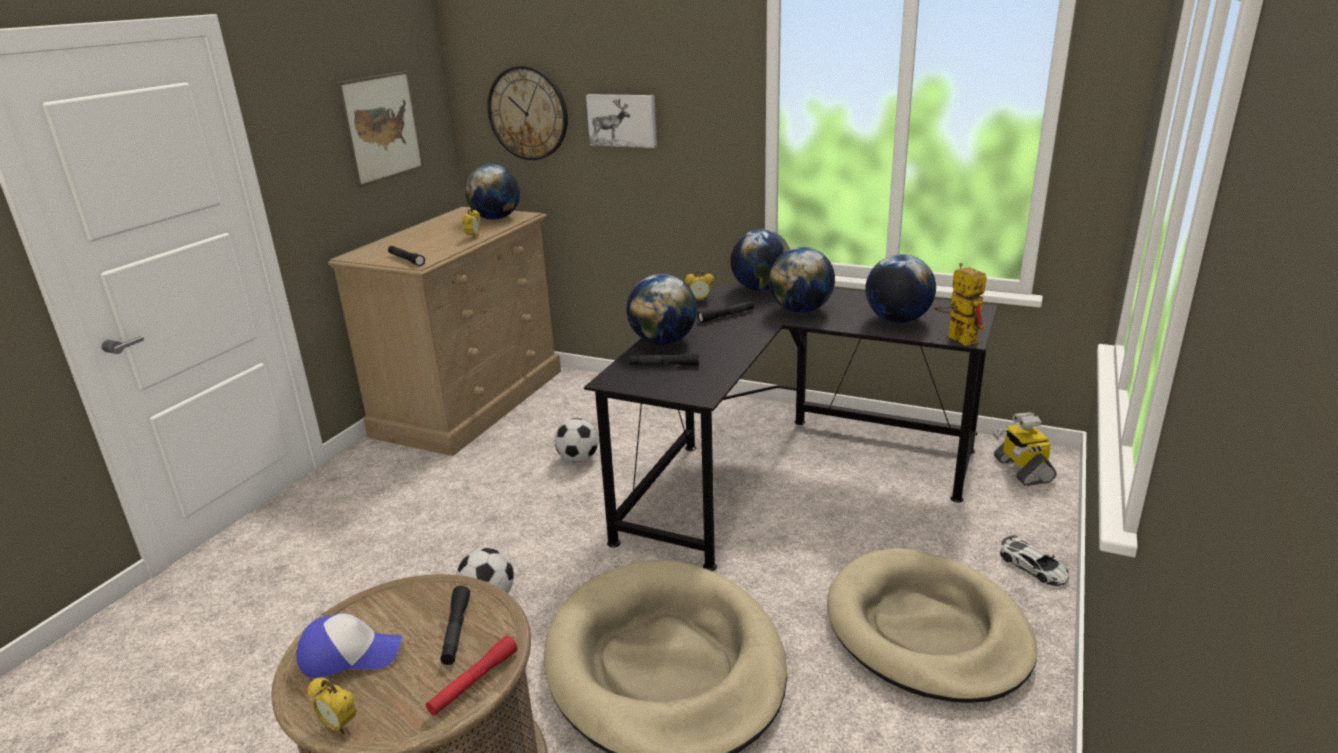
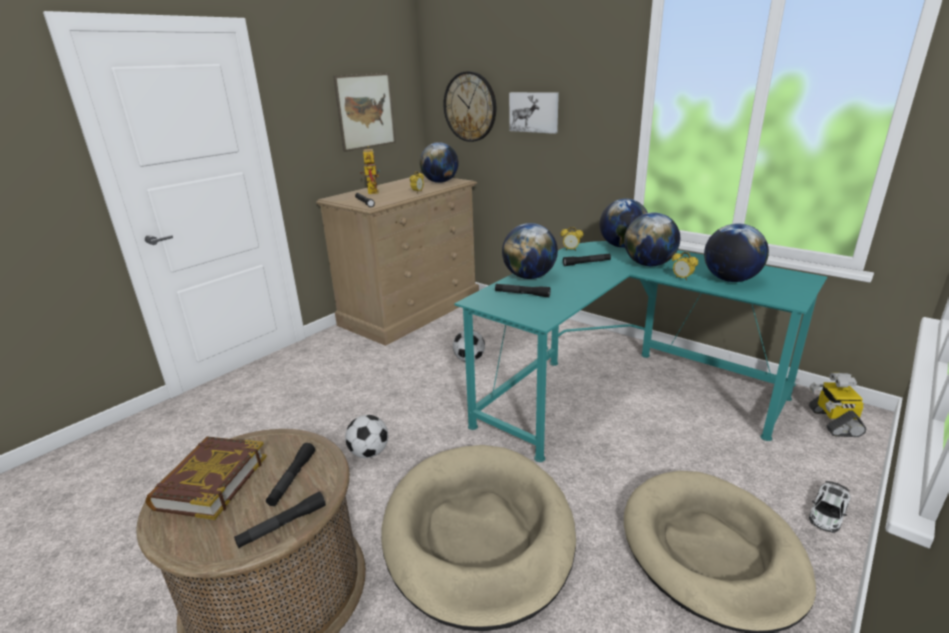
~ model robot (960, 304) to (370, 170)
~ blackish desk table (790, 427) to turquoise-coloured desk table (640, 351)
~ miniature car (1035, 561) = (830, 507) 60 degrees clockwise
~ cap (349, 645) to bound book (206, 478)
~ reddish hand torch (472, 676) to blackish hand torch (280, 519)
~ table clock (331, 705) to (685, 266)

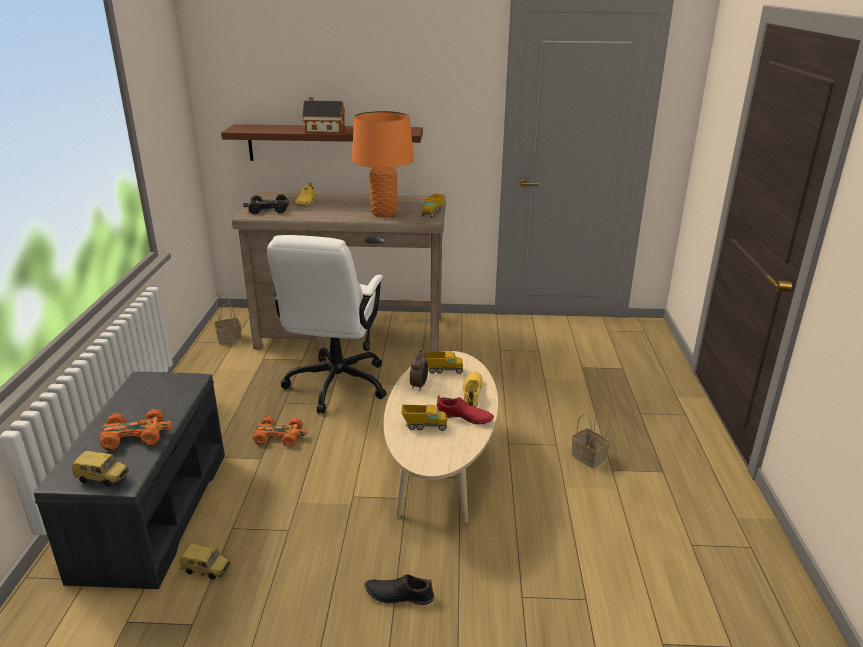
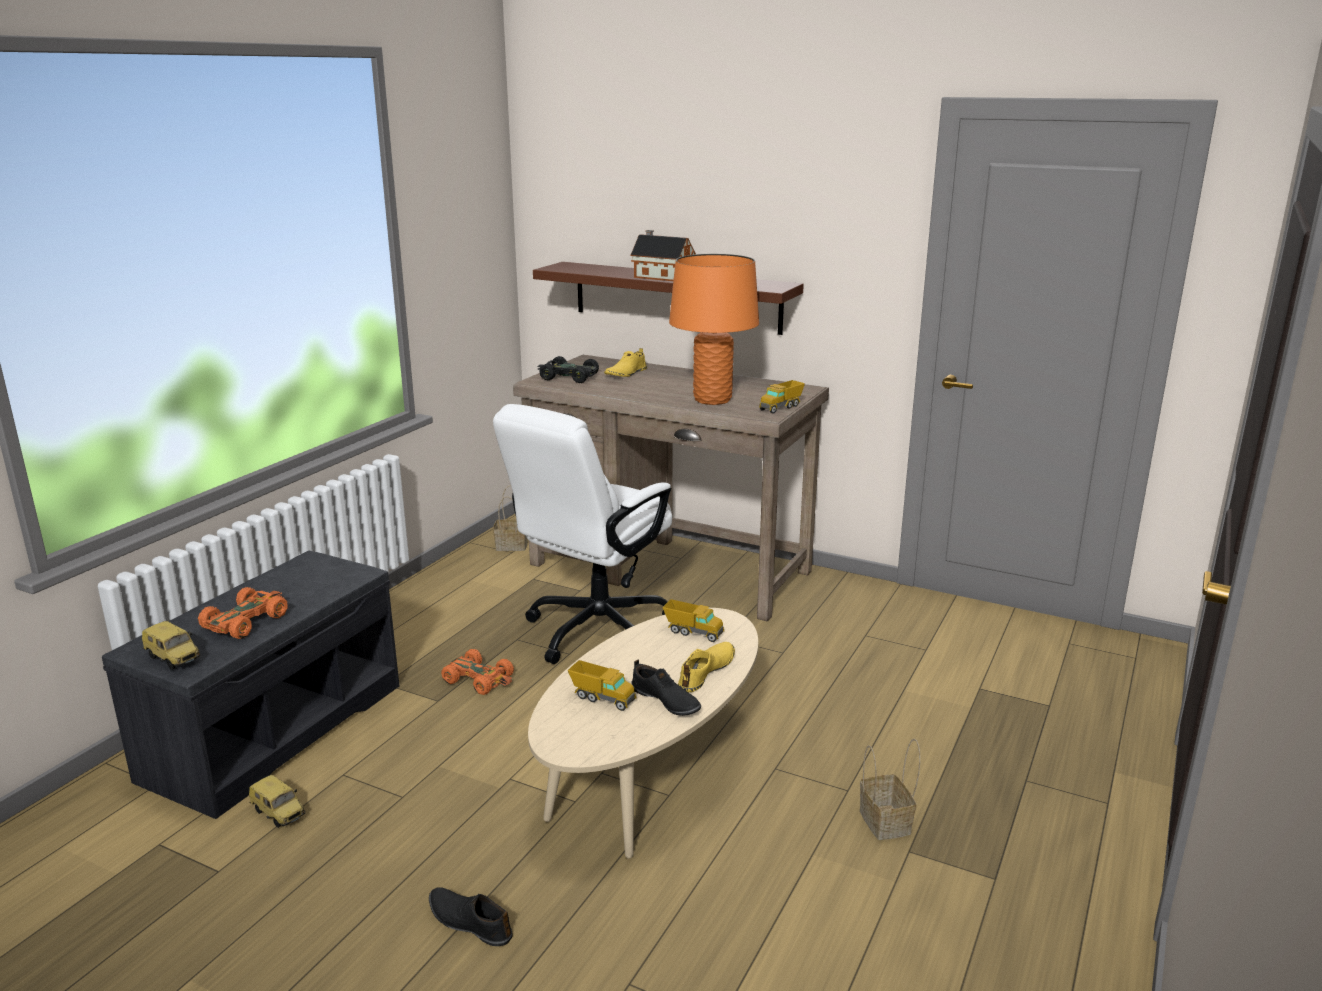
- table clock (419, 370)
~ reddish shoe (465, 410) to blackish shoe (666, 688)
~ orange miniature car (135, 429) = (243, 613) 75 degrees counterclockwise

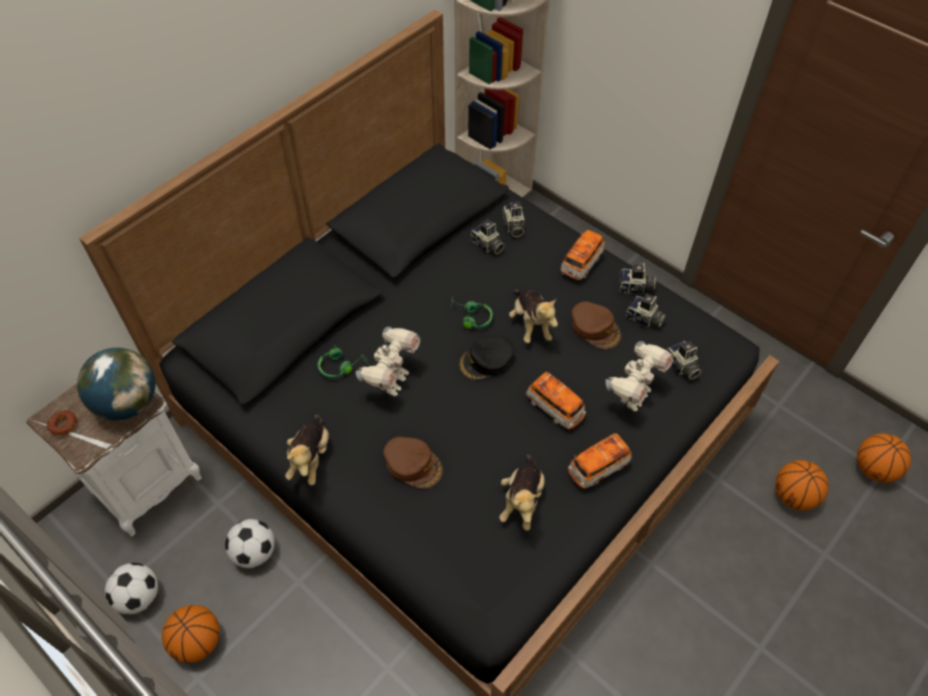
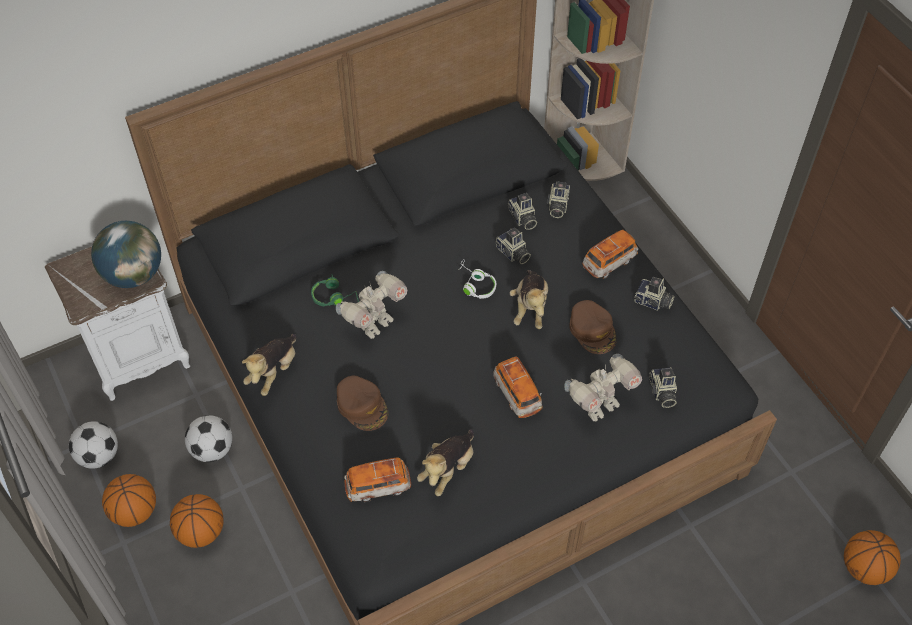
~ still camera (645, 310) to (513, 246)
~ greenish pair of headphones (472, 312) to white-coloured pair of headphones (477, 279)
- blackish cap (486, 358)
- doughnut (62, 422)
~ miniature car (600, 461) to (377, 479)
~ basketball (801, 485) to (196, 521)

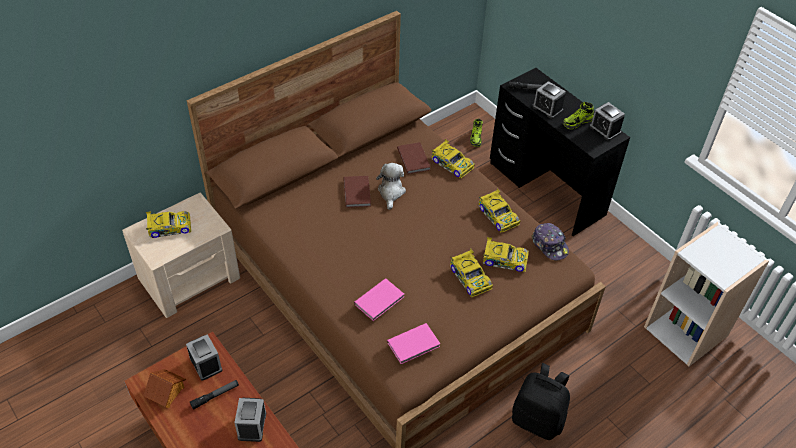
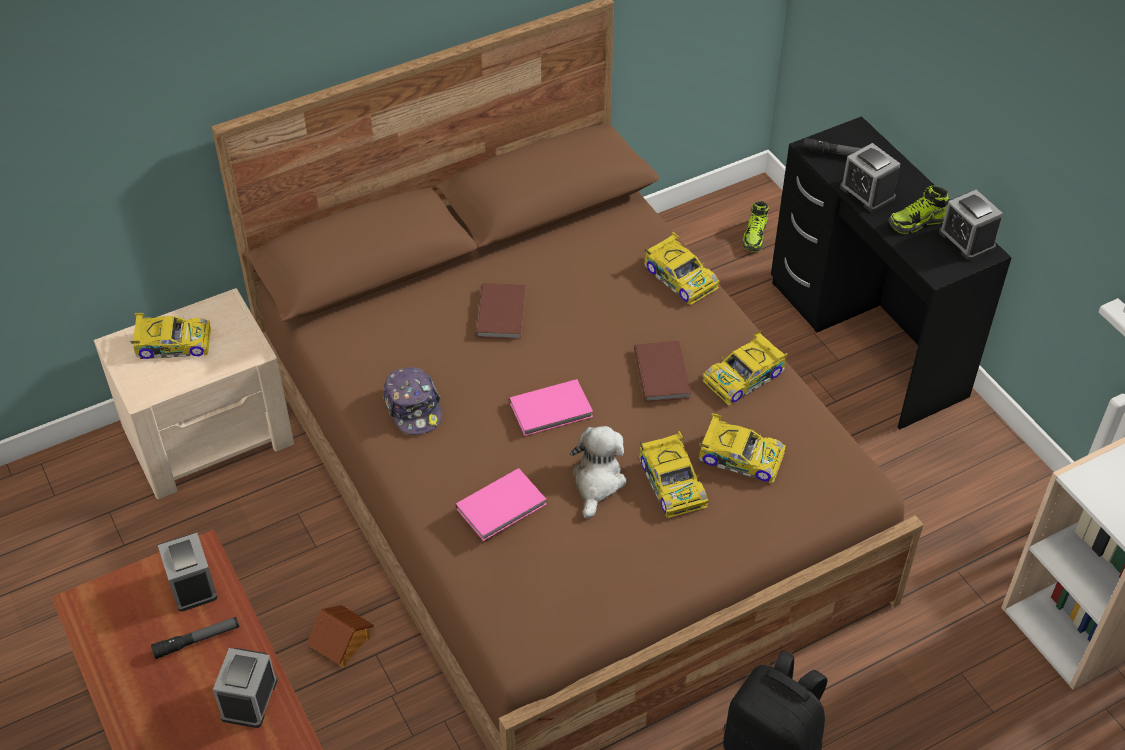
~ brown-coloured bound book (413, 158) to (662, 371)
~ cuddly toy (391, 186) to (598, 472)
~ miniature car (499, 211) = (745, 367) 75 degrees clockwise
~ cap (550, 241) to (412, 401)
~ pink bound book (413, 343) to (551, 407)
~ model house (164, 388) to (340, 636)

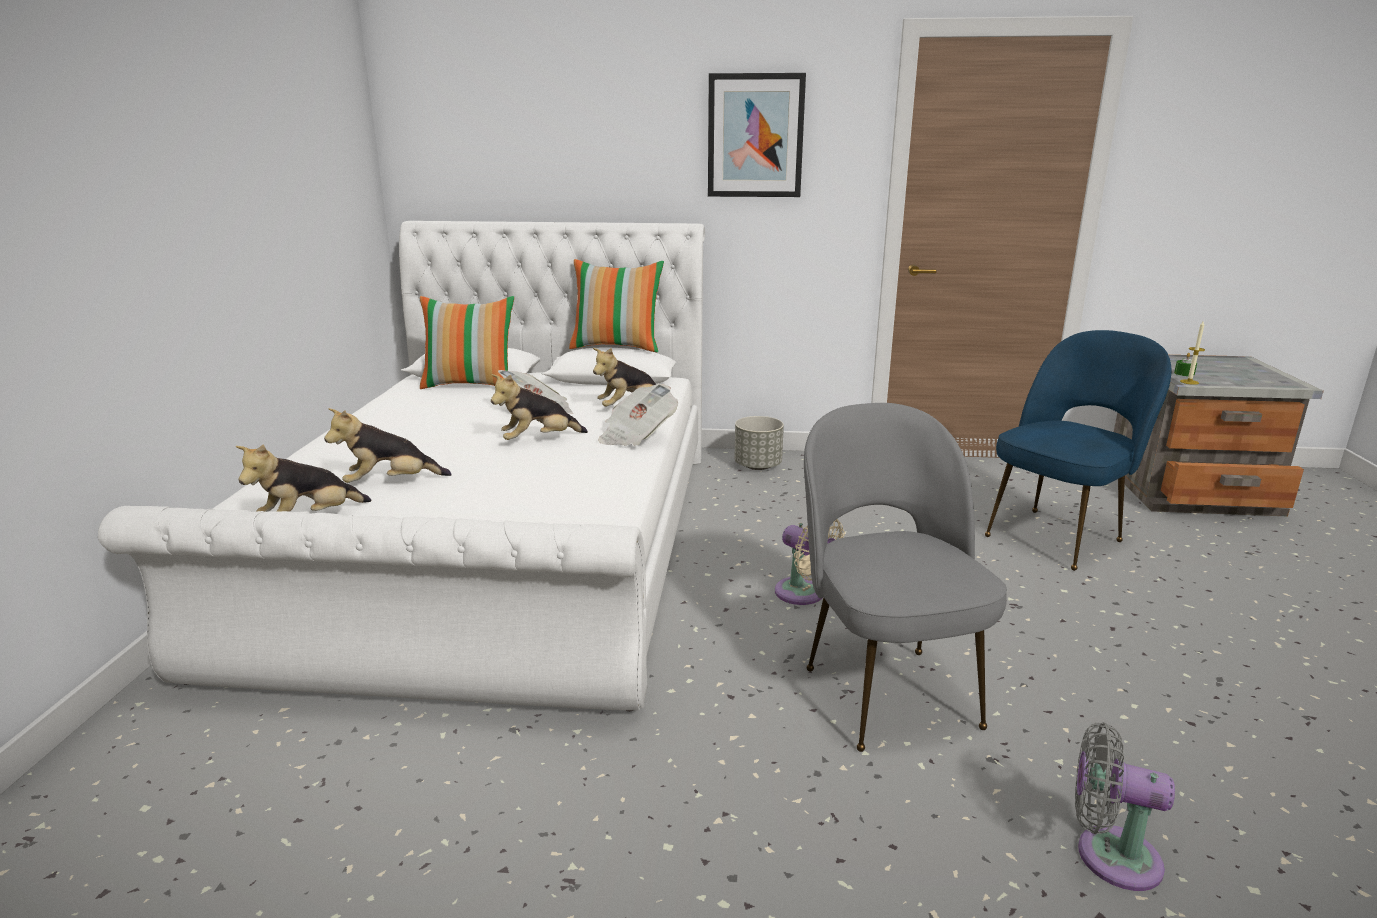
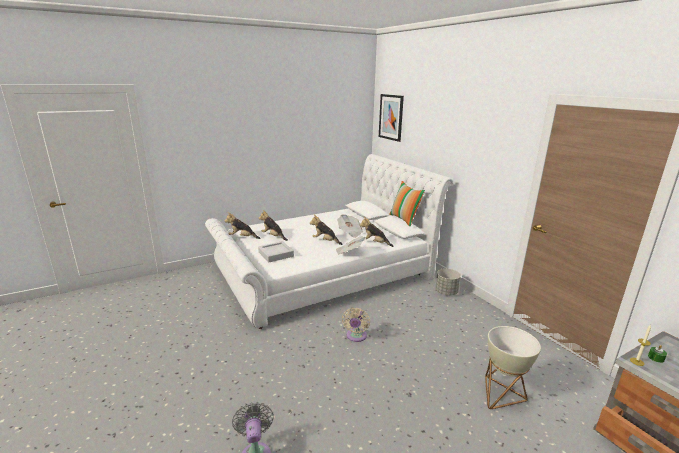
~ wall art (757, 135) to (391, 118)
- cushion (467, 342)
~ blue-coloured plain chair (1078, 450) to planter (513, 367)
- greyish plain chair (905, 577)
+ greyish carrying tray (276, 251)

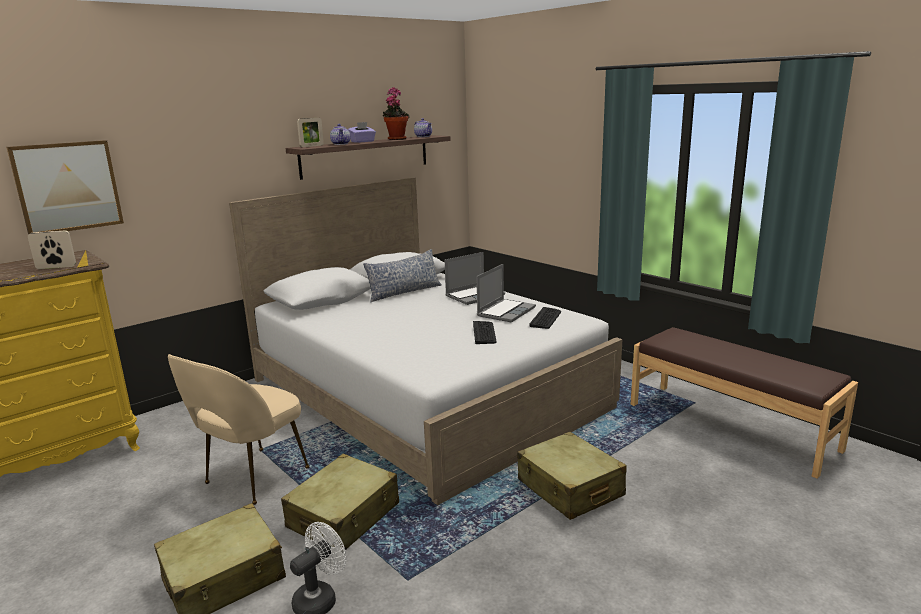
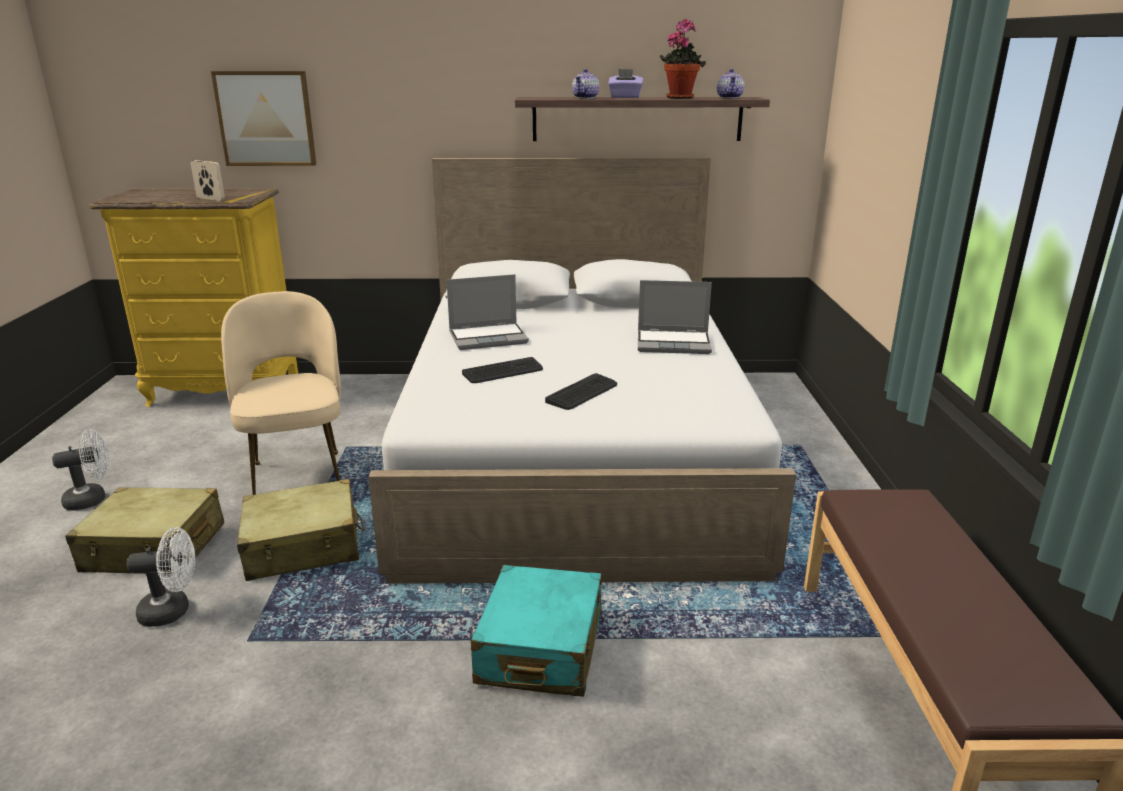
- picture frame (310, 132)
- cushion (402, 275)
~ laptop (506, 293) to (488, 312)
~ computer keyboard (545, 318) to (502, 370)
~ beige plain chair (238, 429) = (281, 393) 90 degrees clockwise
~ beige suitcase (572, 476) to turquoise-coloured suitcase (536, 631)
+ white-coloured electric fan (80, 470)

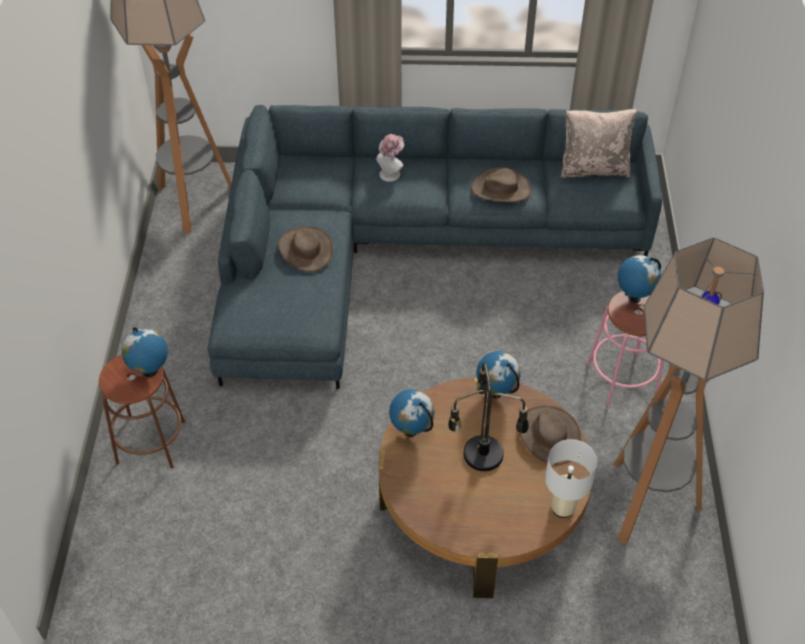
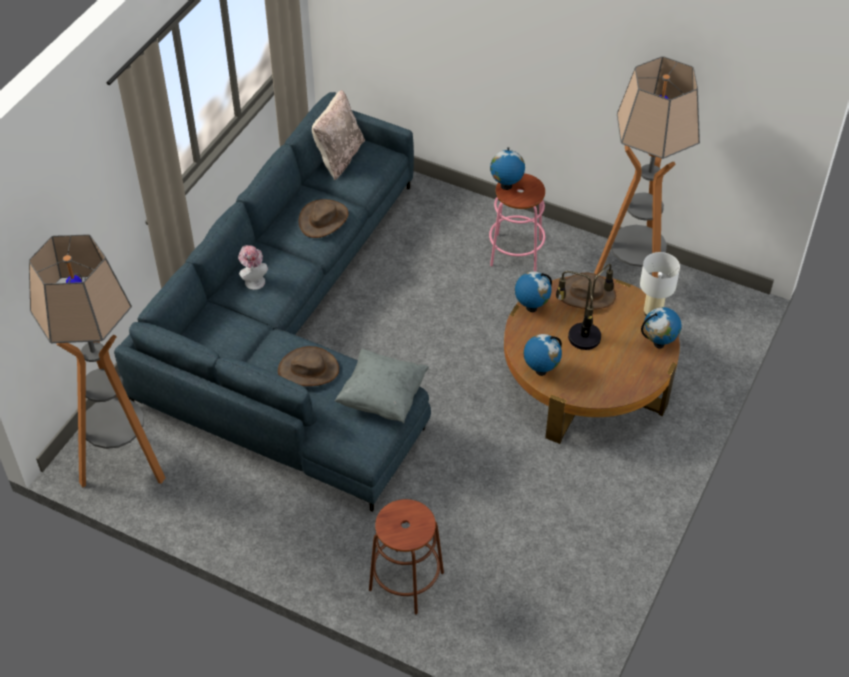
~ world globe (145, 352) to (661, 328)
+ greyish cushion (382, 386)

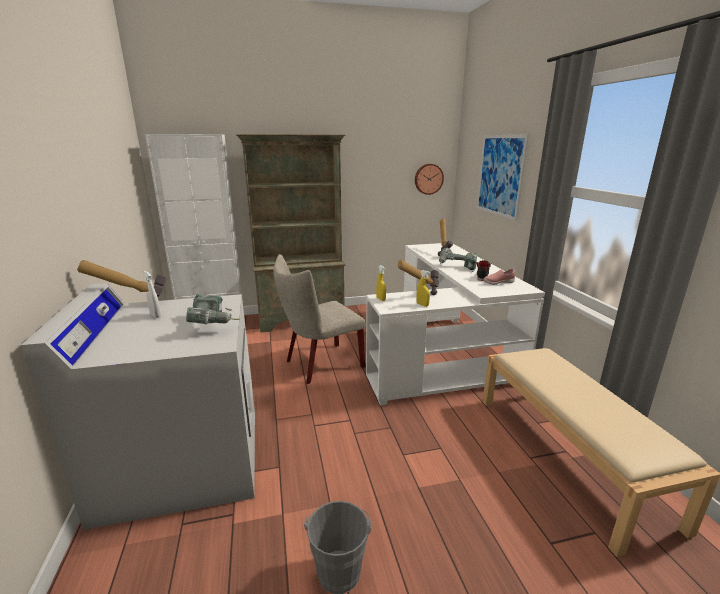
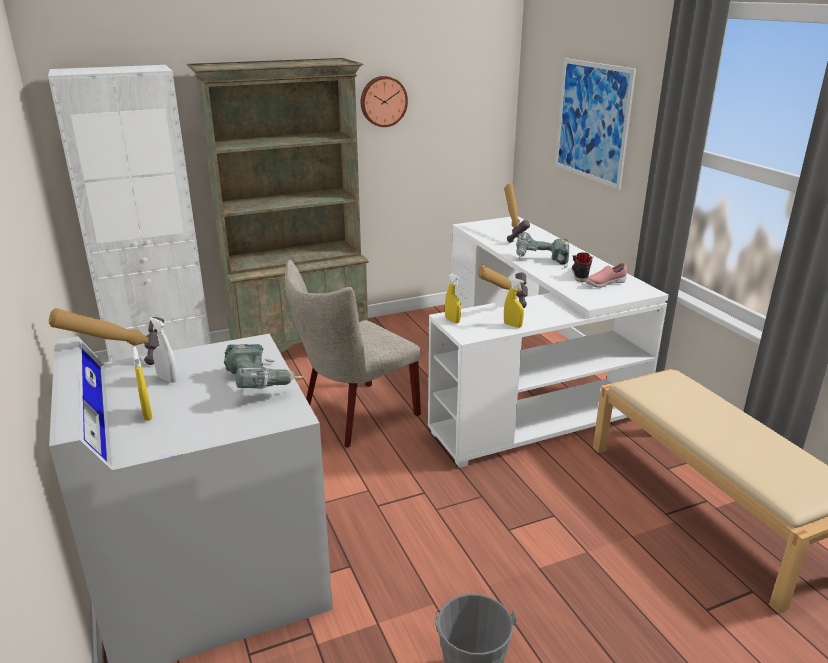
~ clock on the wall (429, 179) to (384, 101)
+ yellow hand sprayer (143, 384)

